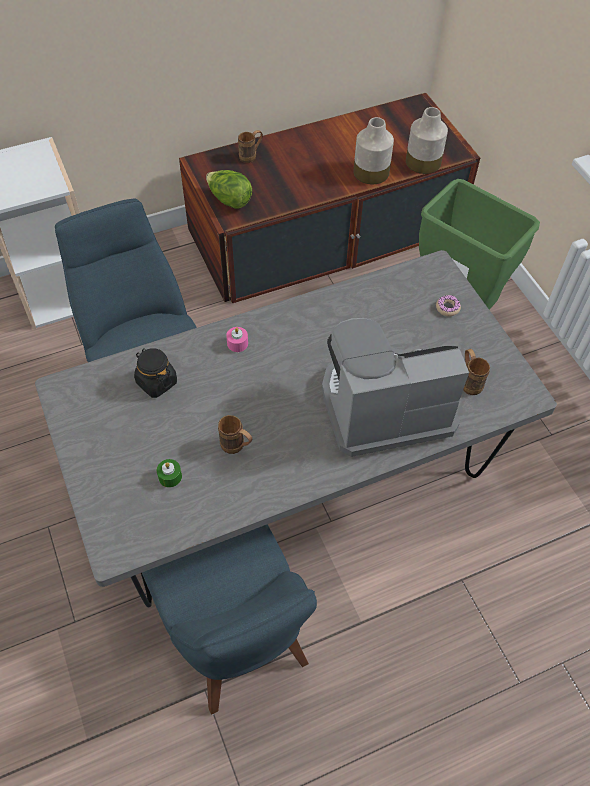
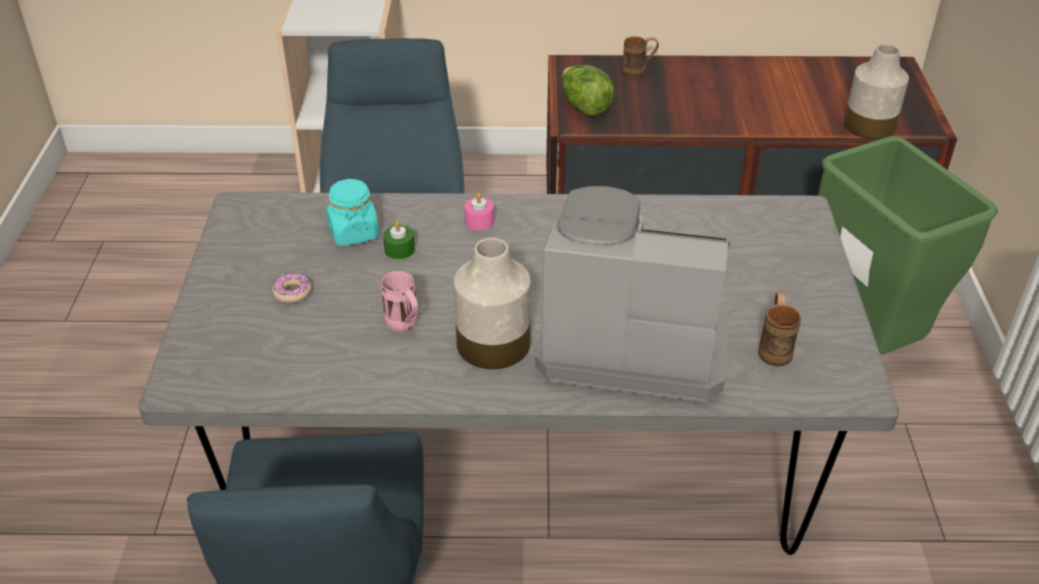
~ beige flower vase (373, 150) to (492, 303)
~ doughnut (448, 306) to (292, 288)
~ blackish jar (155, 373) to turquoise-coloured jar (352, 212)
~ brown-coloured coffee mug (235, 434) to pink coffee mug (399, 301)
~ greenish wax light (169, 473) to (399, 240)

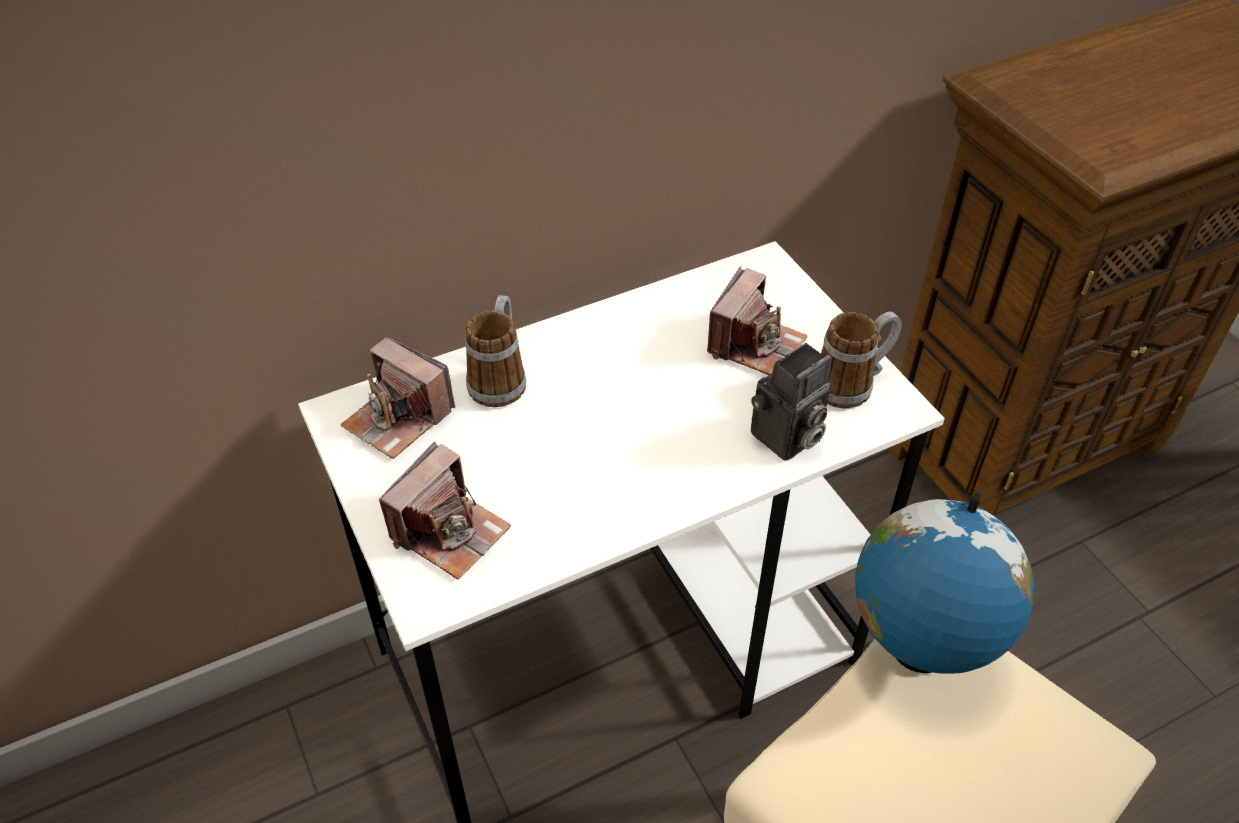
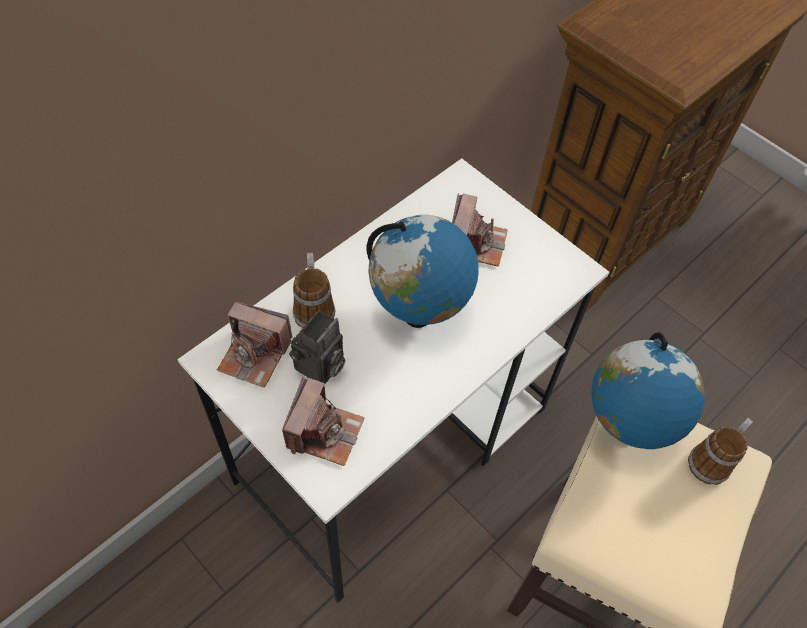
~ coffee mug (861, 360) to (720, 451)
~ still camera (791, 402) to (317, 347)
+ world globe (423, 271)

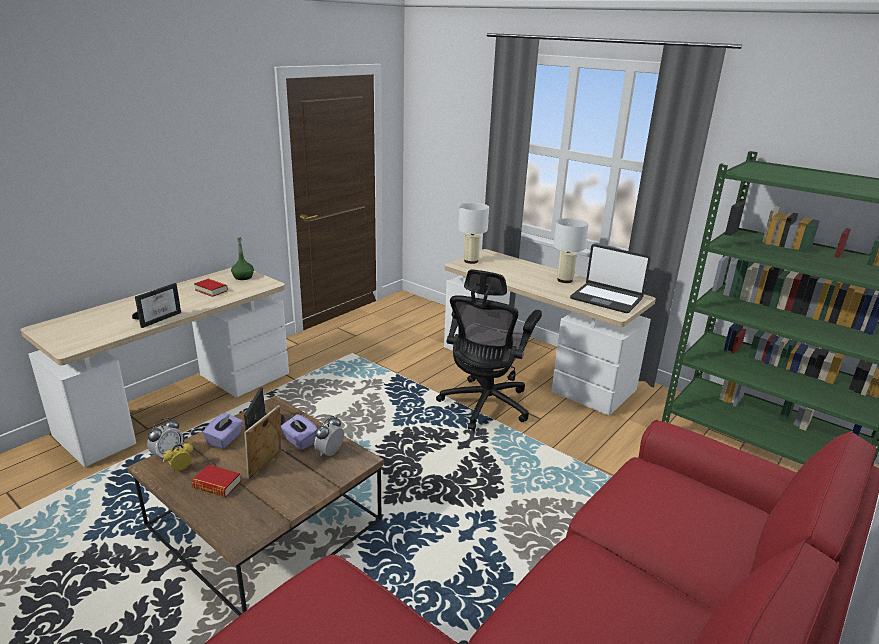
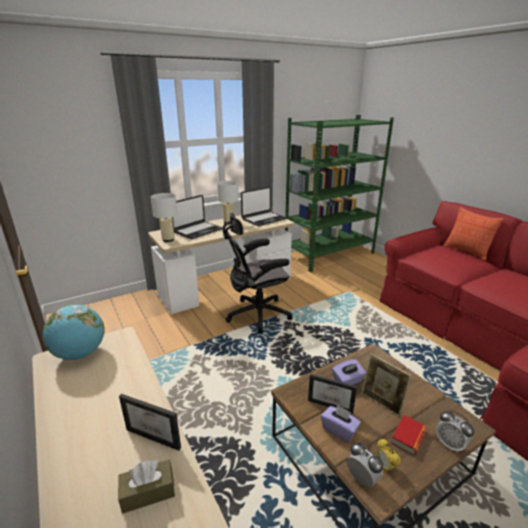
~ greenish drink bottle (242, 258) to world globe (74, 332)
~ office chair (489, 350) = (257, 273) 120 degrees clockwise
- bound book (211, 287)
~ picture frame (156, 305) = (150, 422) 150 degrees clockwise
~ table clock (329, 436) to (455, 432)
+ laptop (196, 217)
+ orange cushion (473, 233)
+ brown-coloured box of tissues (146, 486)

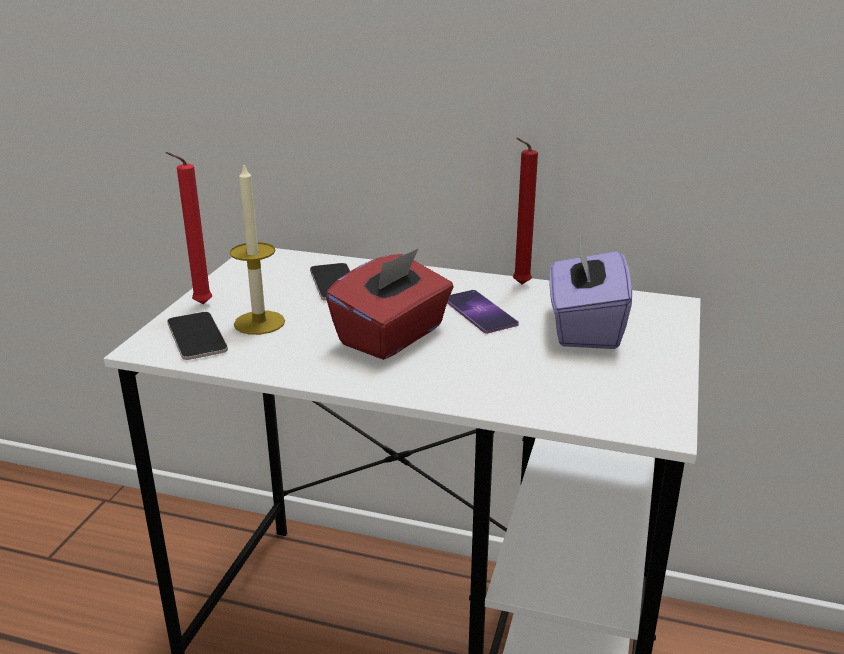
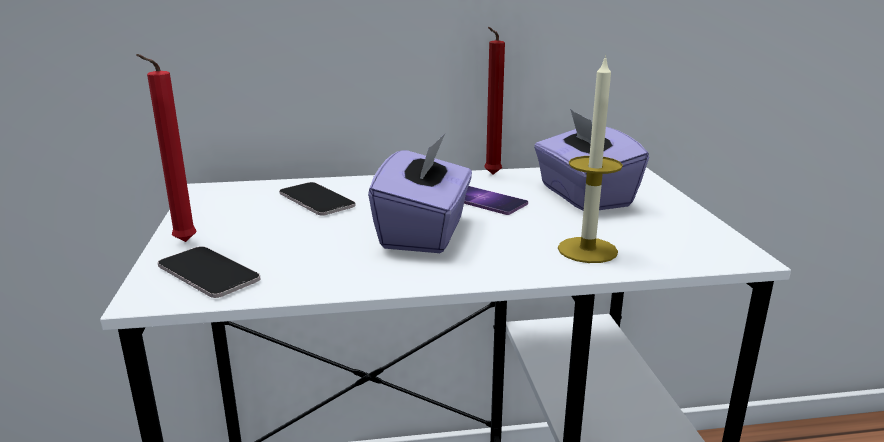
~ wax light (257, 249) to (590, 159)
~ reddish box of tissues (390, 304) to purple-coloured box of tissues (420, 193)

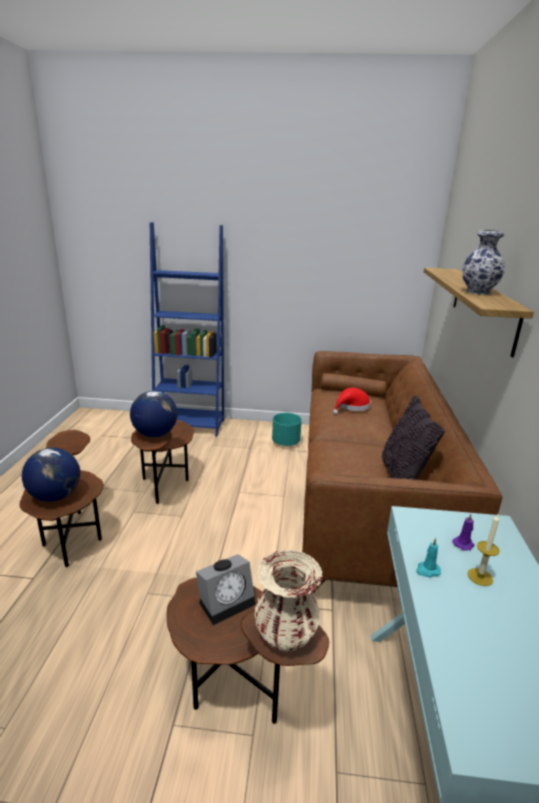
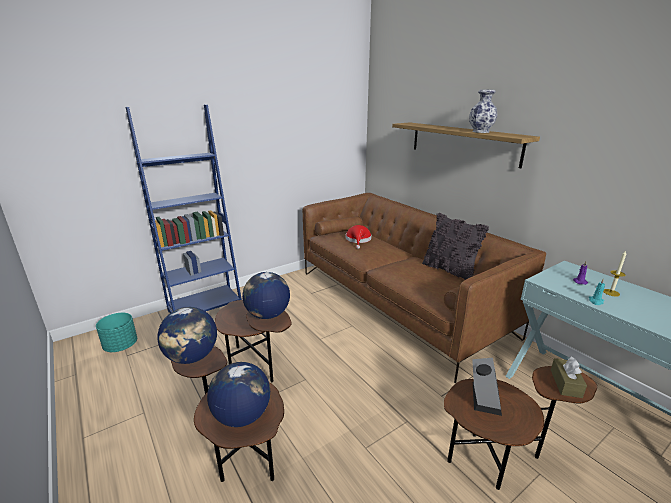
~ turquoise-coloured planter (287, 429) to (116, 332)
~ beige flower vase (289, 601) to brown-coloured box of tissues (569, 377)
+ world globe (187, 335)

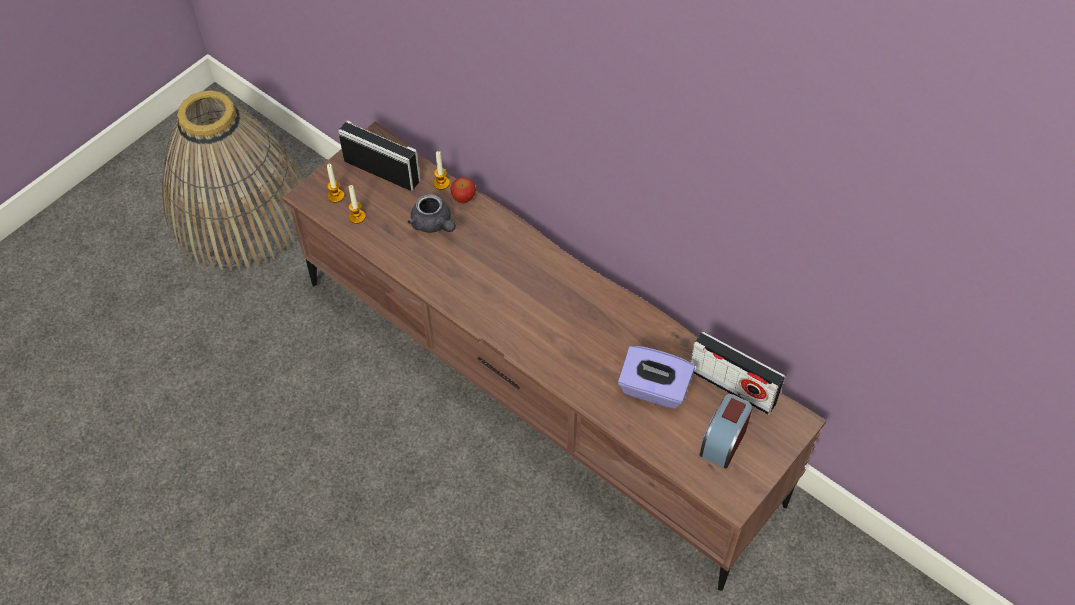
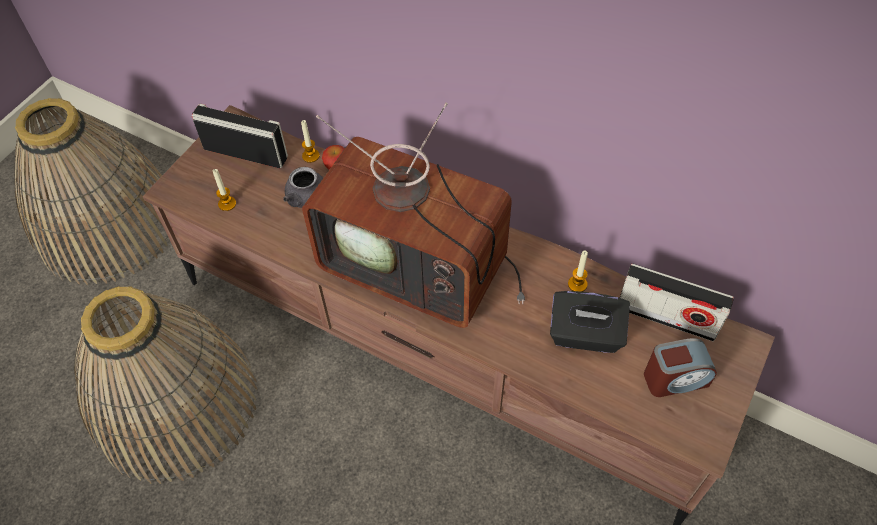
~ wax light (335, 183) to (578, 271)
~ purple-coloured box of tissues (656, 377) to blackish box of tissues (590, 322)
~ table clock (725, 431) = (680, 367) 120 degrees counterclockwise
+ TV set (413, 215)
+ basket (166, 385)

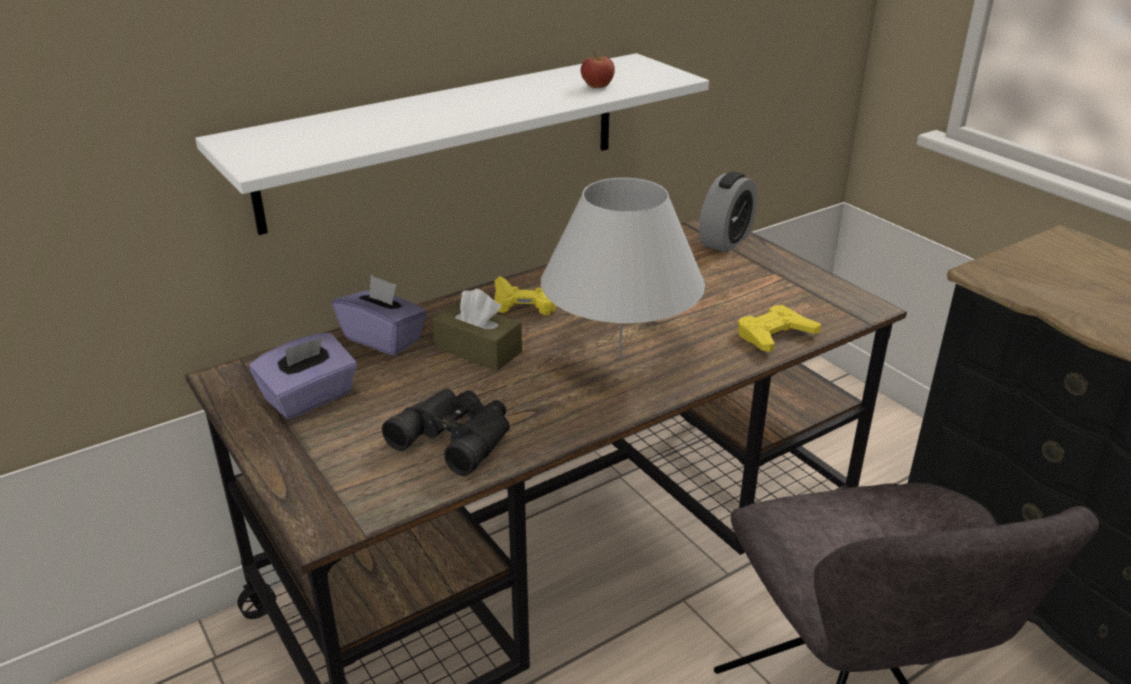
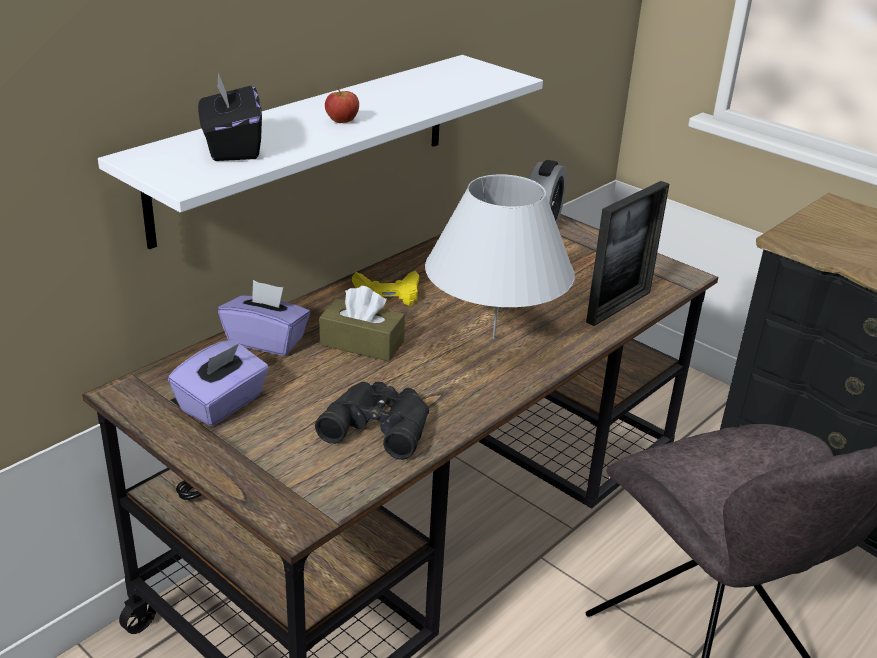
~ whole apple (598, 70) to (342, 105)
~ yellow gamepad (779, 328) to picture frame (627, 253)
+ blackish box of tissues (230, 117)

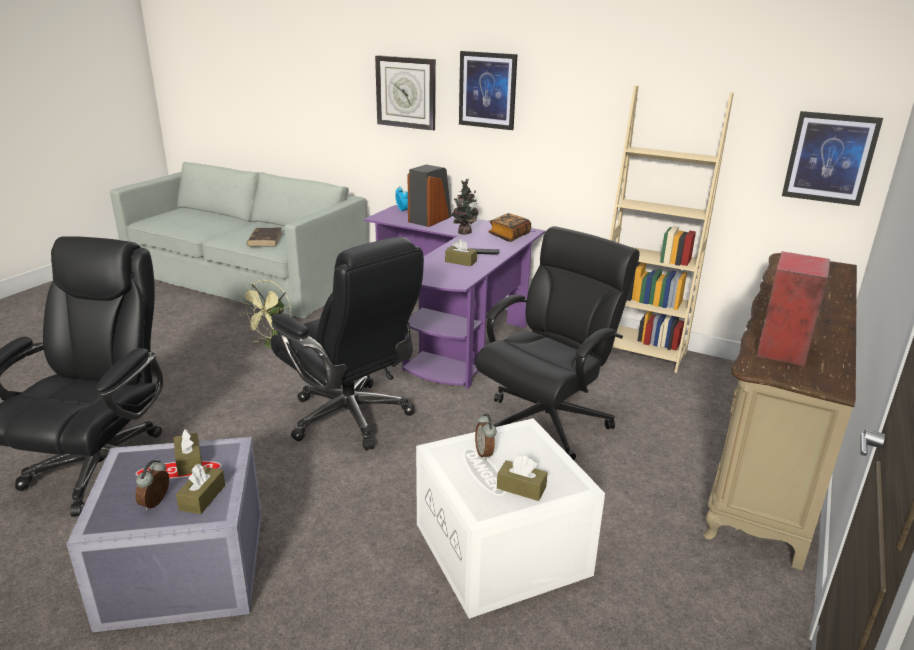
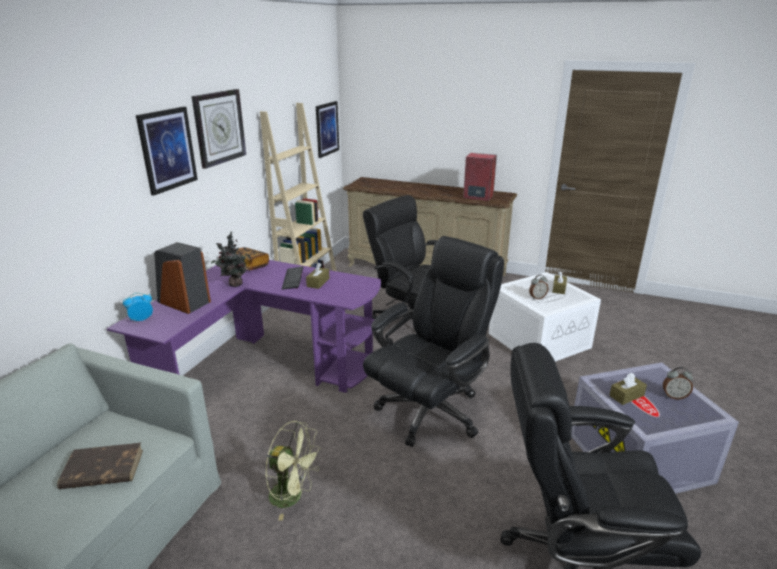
~ clock on the wall (405, 93) to (219, 129)
- brown-coloured box of tissues (200, 489)

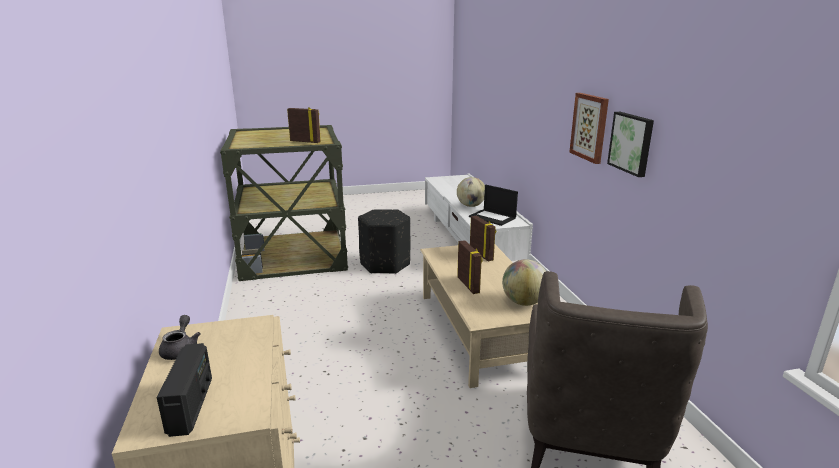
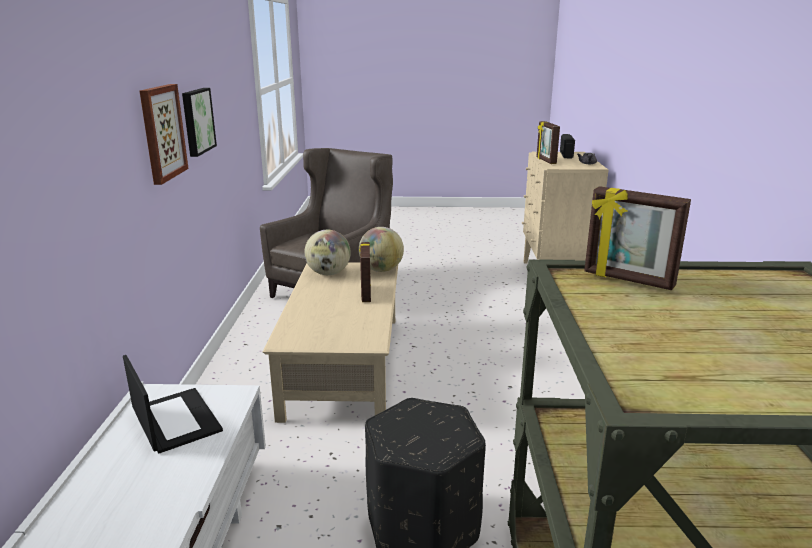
~ world globe (471, 192) to (381, 249)
~ picture frame (483, 238) to (548, 142)

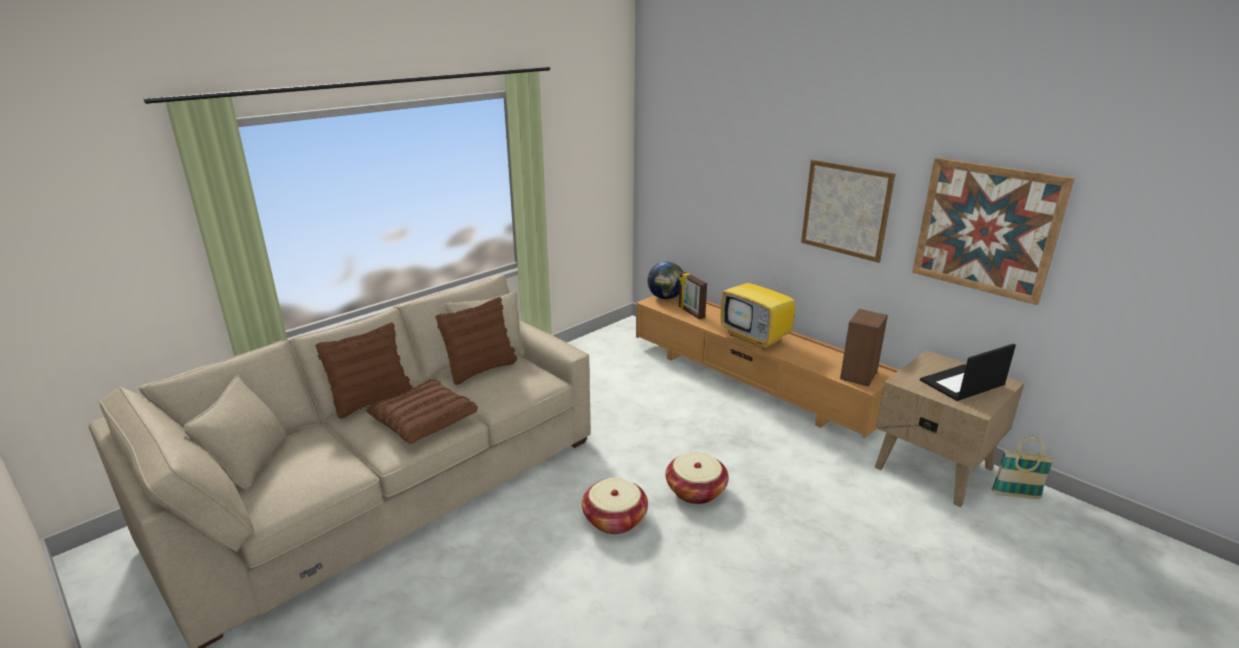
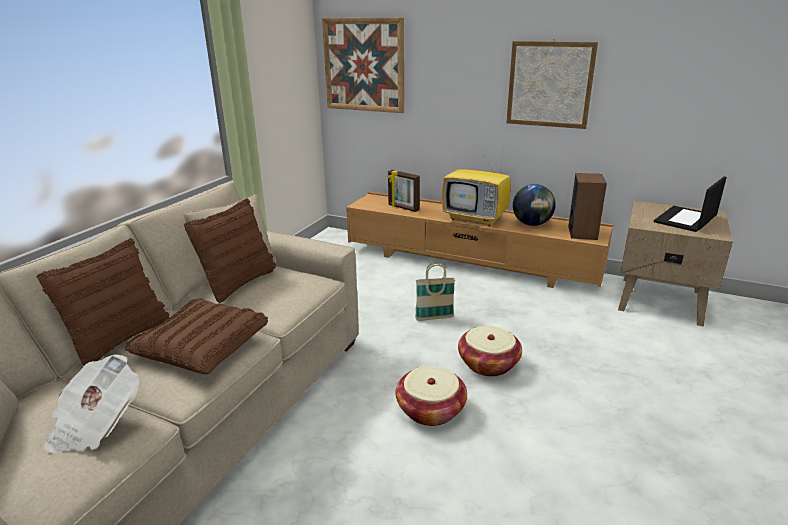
~ wall art (993, 231) to (363, 65)
~ world globe (665, 280) to (534, 205)
~ basket (1022, 467) to (435, 291)
+ newspaper (91, 403)

